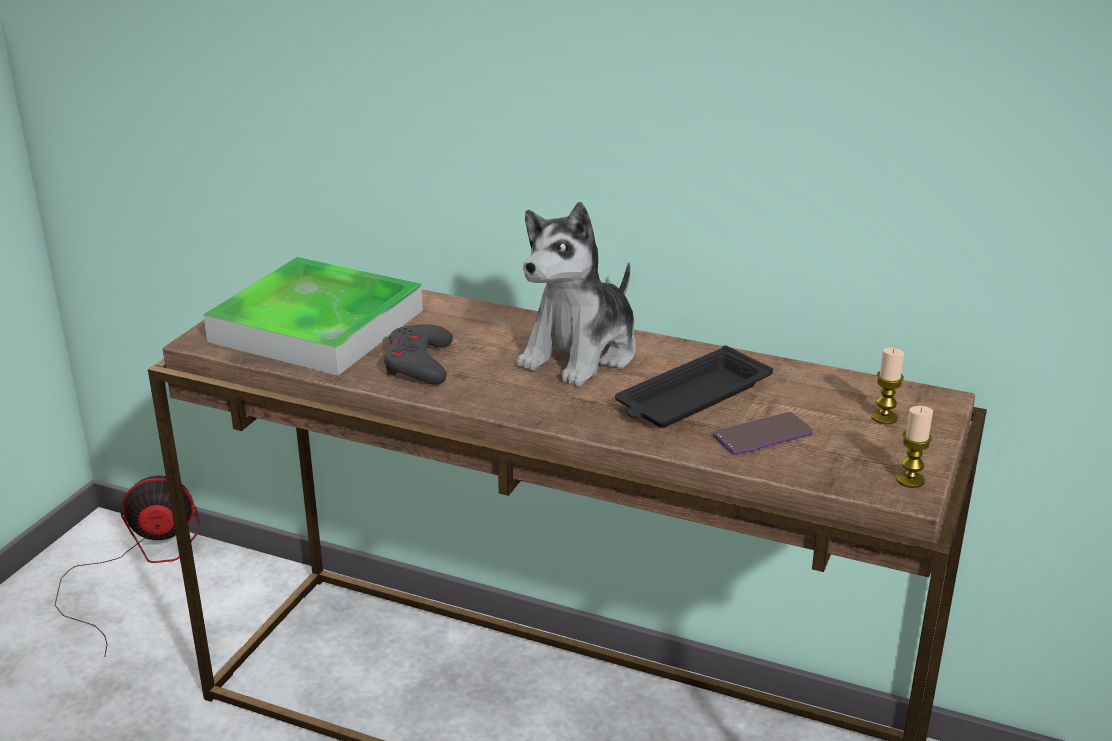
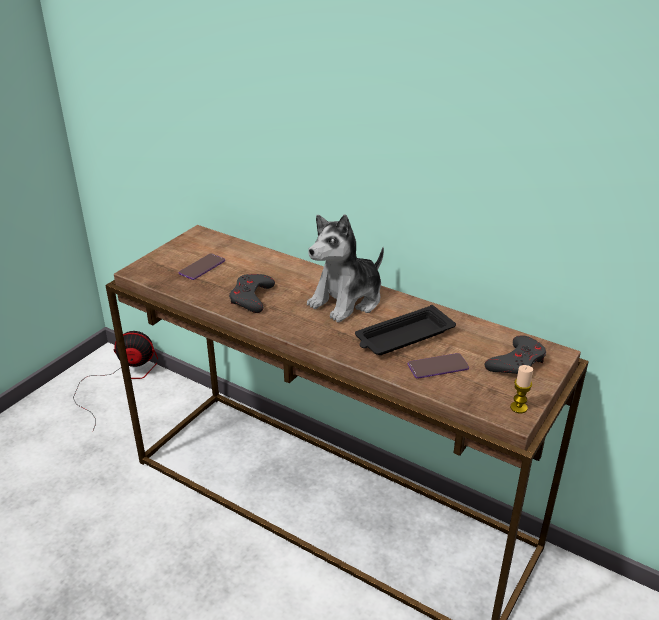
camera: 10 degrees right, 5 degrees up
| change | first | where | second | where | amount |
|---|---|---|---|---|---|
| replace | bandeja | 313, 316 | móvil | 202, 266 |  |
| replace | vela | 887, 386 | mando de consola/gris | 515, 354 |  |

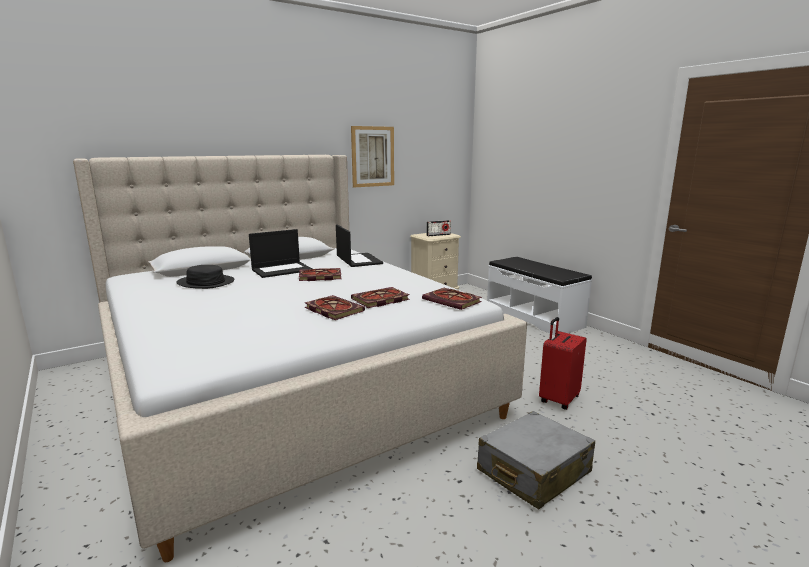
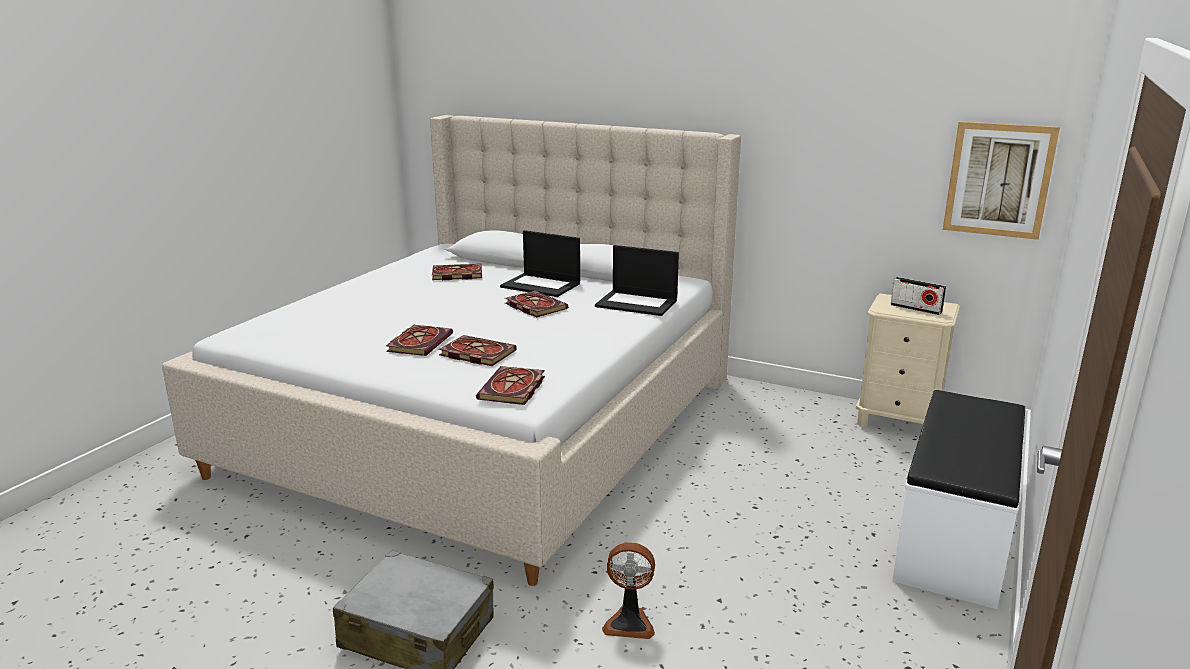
camera: 60 degrees right, 5 degrees up
| change | first | where | second | where | amount |
|---|---|---|---|---|---|
| move | cuadro | 372, 156 |  | 1001, 181 |  |
| rotate | portátil | 359, 245 |  | 637, 280 | 75 degrees clockwise |
| replace | sombrero/negro | 205, 277 | libro | 457, 272 |  |
| replace | maleta/rojo | 563, 363 | ventilador | 628, 590 |  |

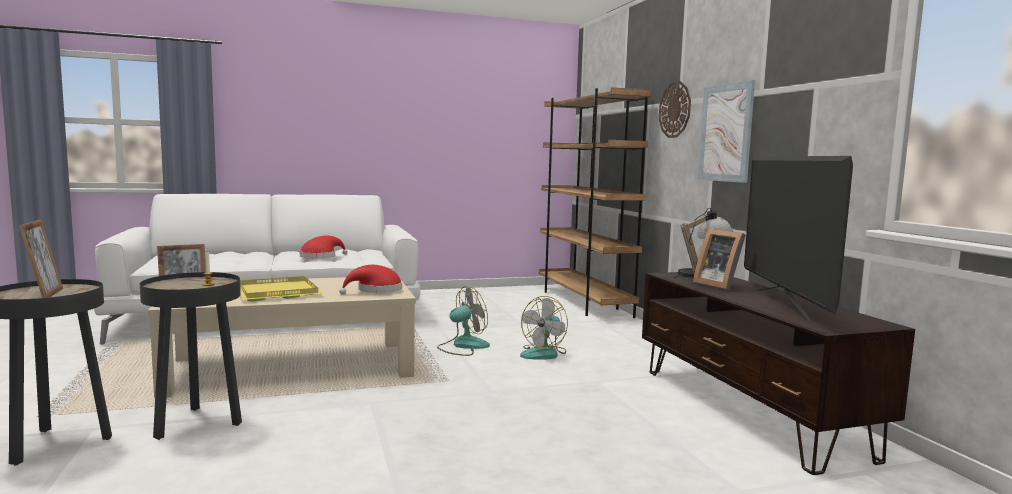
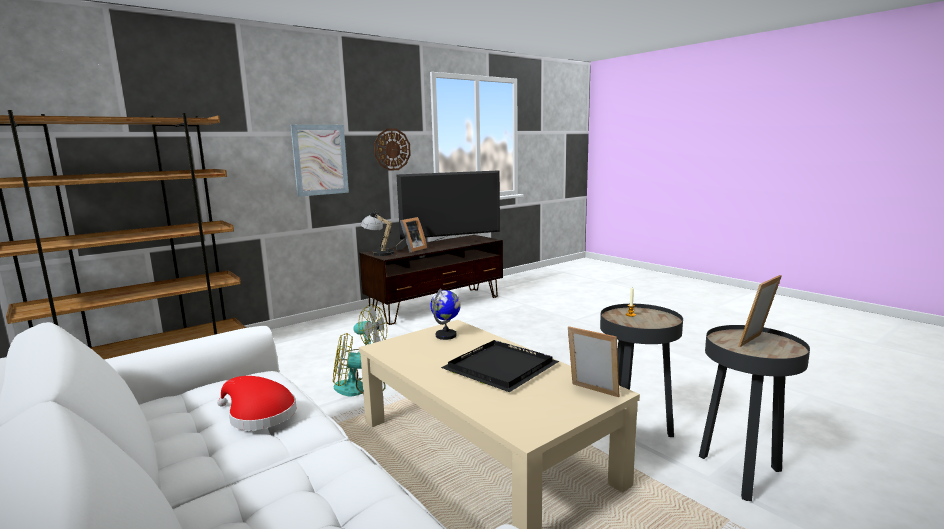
camera: 110 degrees left, 5 degrees up
| change | first | where | second | where | amount |
|---|---|---|---|---|---|
| move | reloj de pared | 675, 109 |  | 392, 150 |  |
| replace | sombrero/rojo | 370, 280 | globo terráqueo | 446, 314 |  |
| recolor | bandeja/amarillo | 281, 289 | bandeja/negro | 500, 366 |  |
| rotate | ventilador | 463, 321 |  | 359, 365 | 45 degrees counterclockwise |

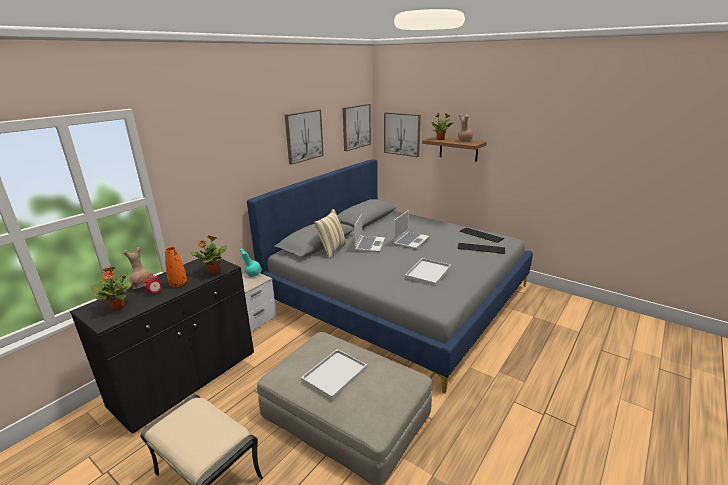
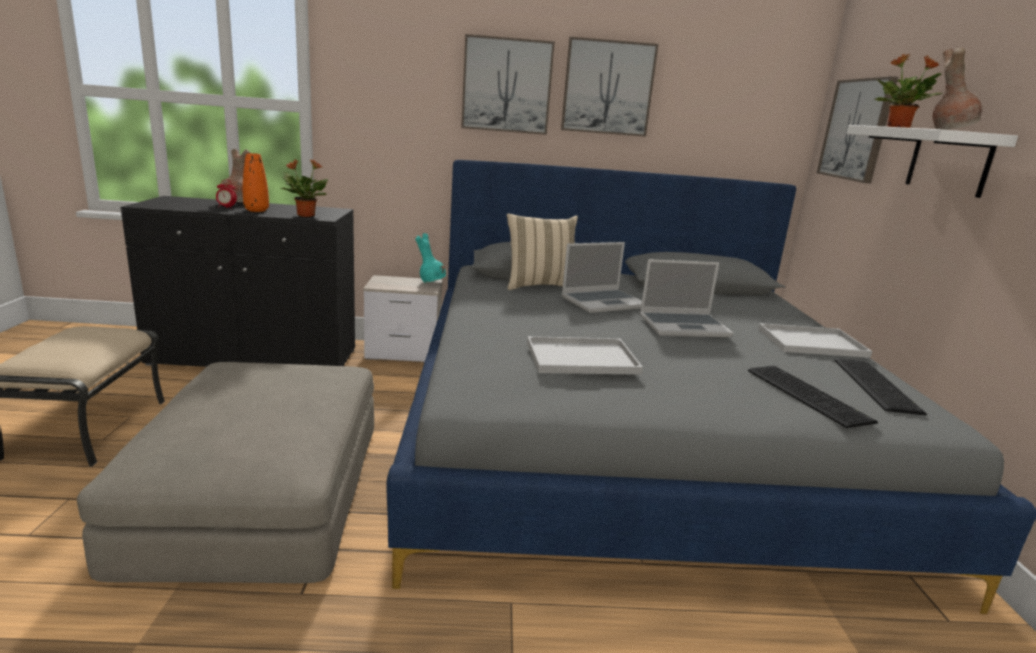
camera: 50 degrees right, 5 degrees down
| change | first | where | second | where | amount |
|---|---|---|---|---|---|
| move | cuadro | 357, 127 |  | 508, 84 |  |
| recolor | estante/marrón | 454, 149 | estante/blanco | 932, 161 |  |
| delete | planta en maceta | 111, 288 |  |  |  |
| move | bandeja/blanco | 334, 374 |  | 815, 340 |  |

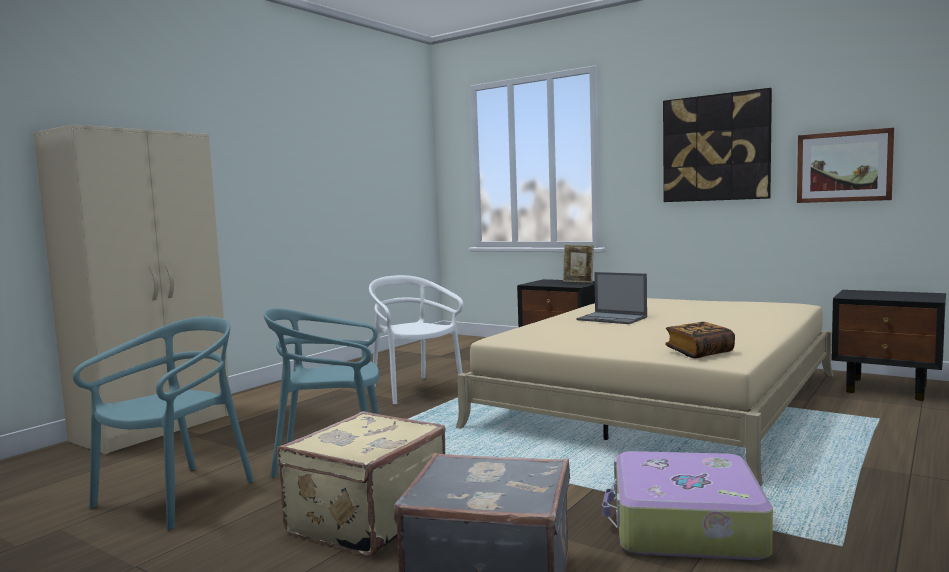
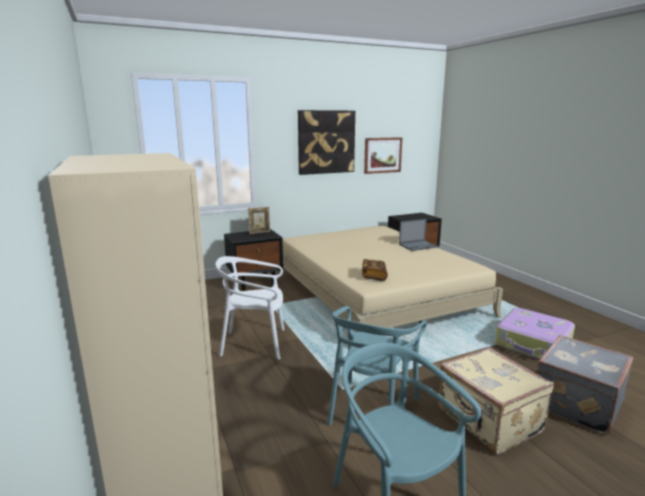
camera: 60 degrees left, 10 degrees up
| change | first | where | second | where | amount |
|---|---|---|---|---|---|
| move | portátil | 611, 298 |  | 419, 235 |  |
| move | libro | 700, 340 |  | 375, 270 |  |

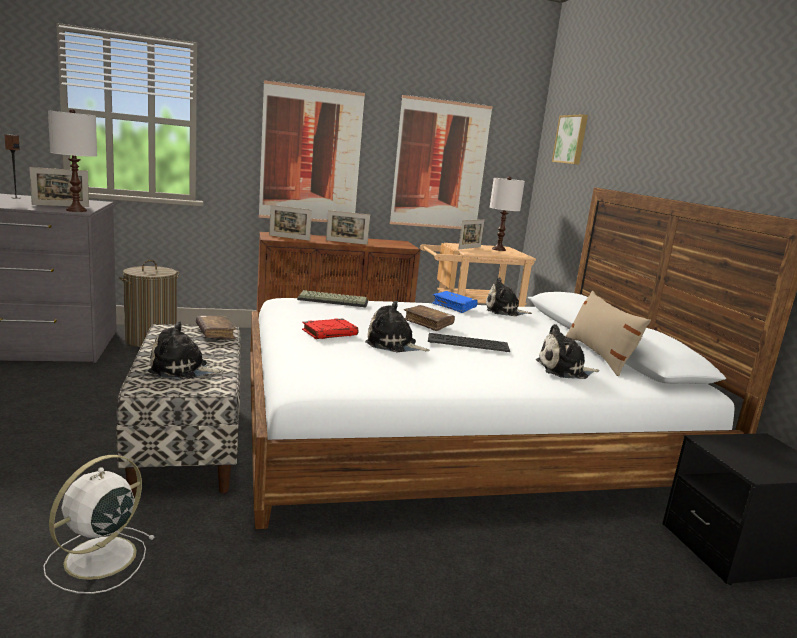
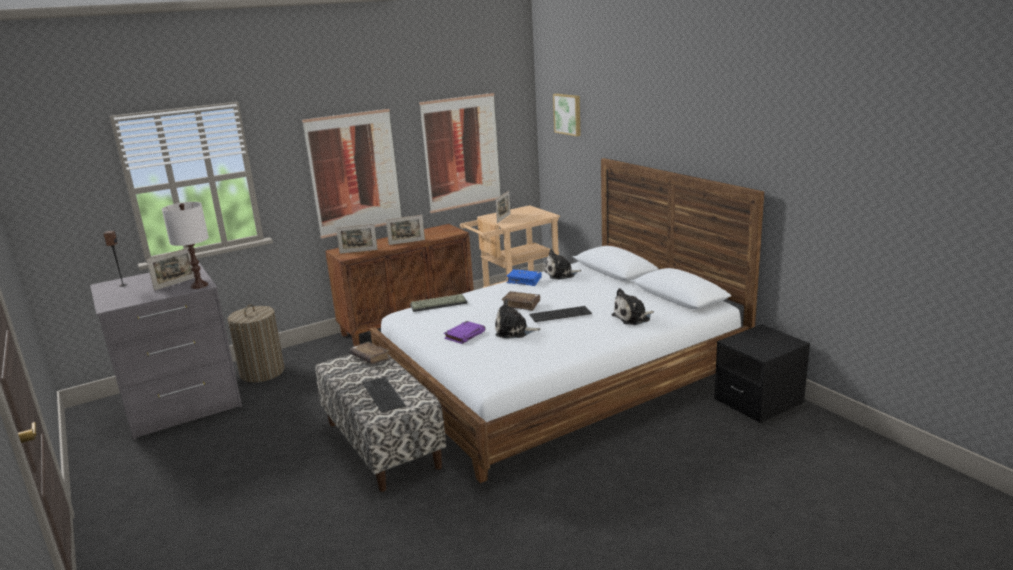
camera: 15 degrees left, 5 degrees up
| change | first | where | second | where | amount |
|---|---|---|---|---|---|
| delete | lámpara de mesa/blanco | 507, 214 |  |  |  |
| delete | cojín/beis | 608, 333 |  |  |  |
| recolor | libro/rojo | 330, 328 | libro/morado | 464, 332 |  |
| replace | peluche | 186, 350 | teclado | 384, 394 |  |
| delete | ventilador/blanco | 99, 524 |  |  |  |

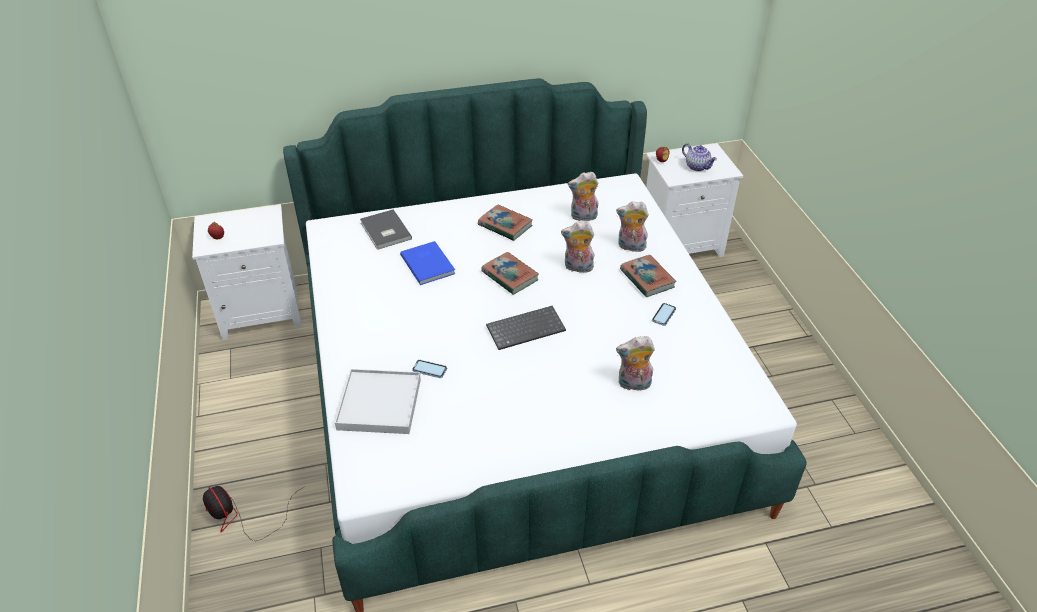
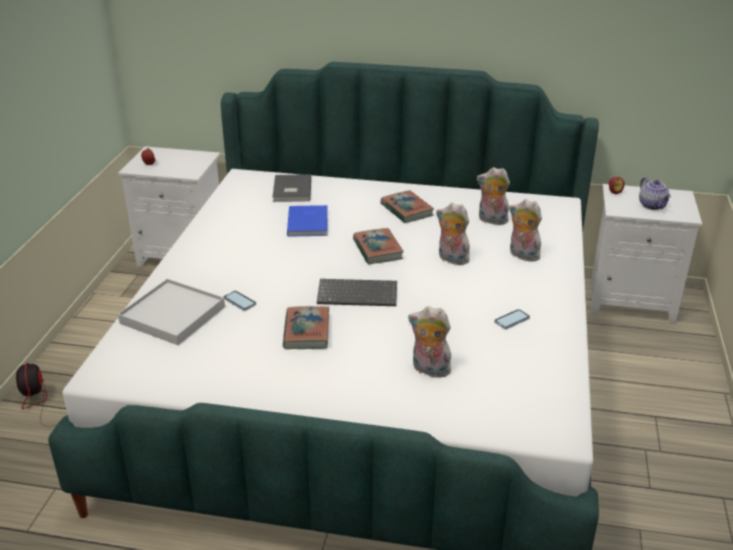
camera: 25 degrees right, 10 degrees down
| change | first | where | second | where | amount |
|---|---|---|---|---|---|
| move | libro | 648, 276 |  | 306, 327 |  |

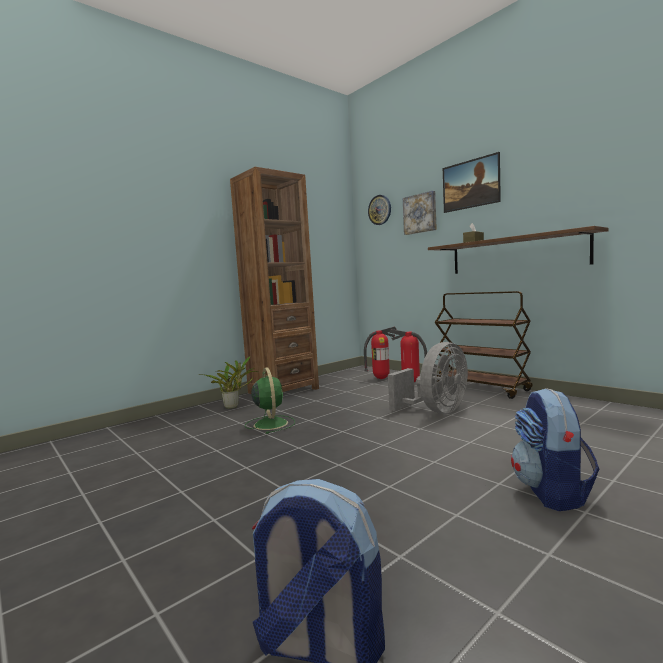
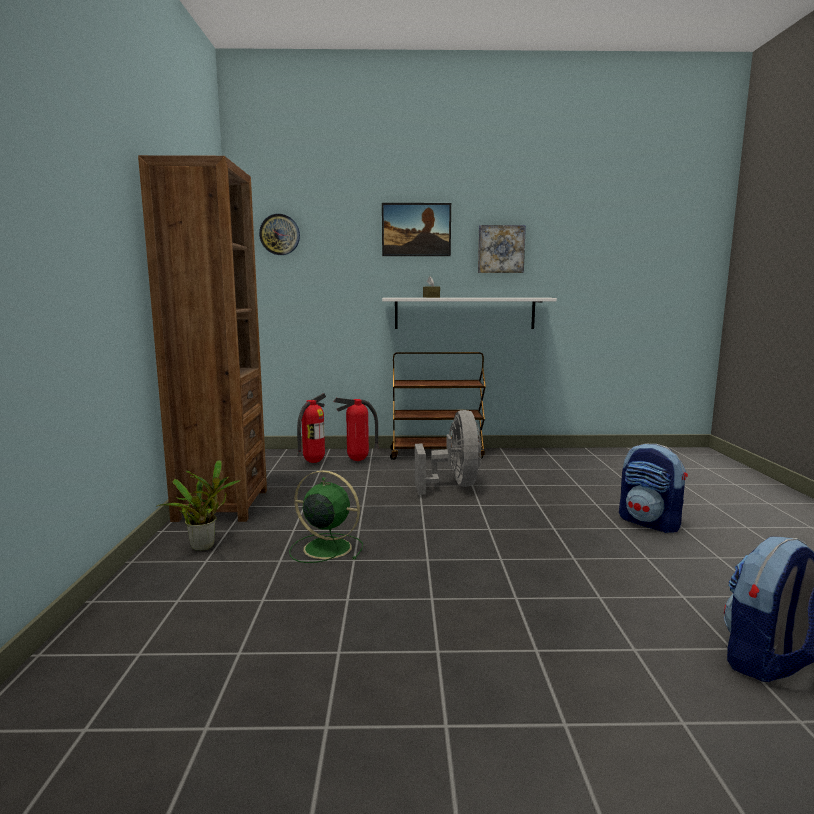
camera: 50 degrees left, 5 degrees up
| change | first | where | second | where | amount |
|---|---|---|---|---|---|
| move | cuadro | 420, 213 |  | 502, 249 |  |
| recolor | estante/marrón | 518, 250 | estante/blanco | 469, 313 |  |

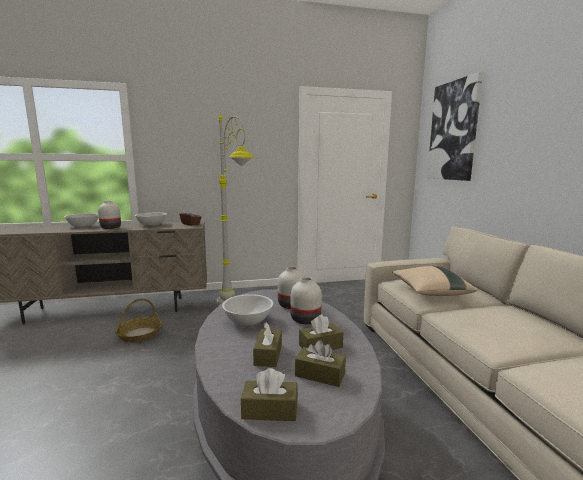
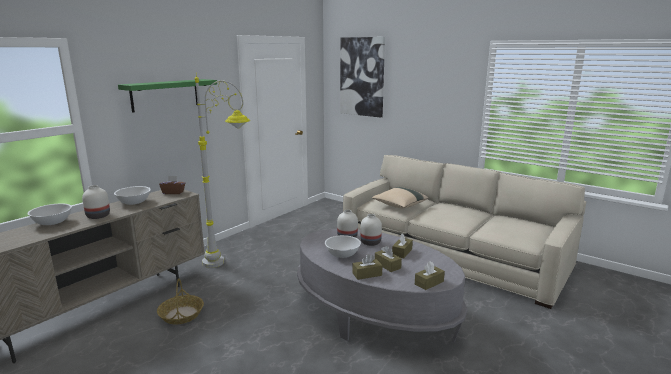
camera: 40 degrees left, 5 degrees up
| change | first | where | second | where | amount |
|---|---|---|---|---|---|
| move | caja de pañuelos/marrón | 320, 363 |  | 367, 267 |  |
| insert |  |  | estante/verde | 167, 96 |  |

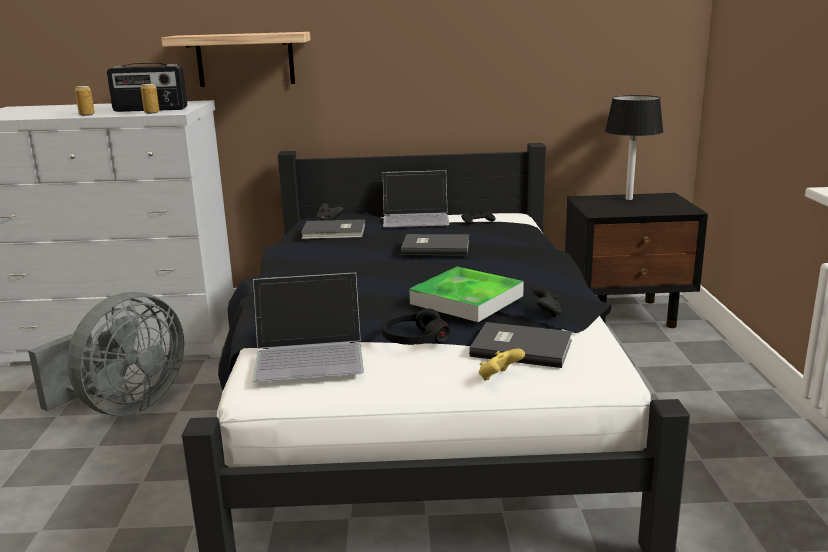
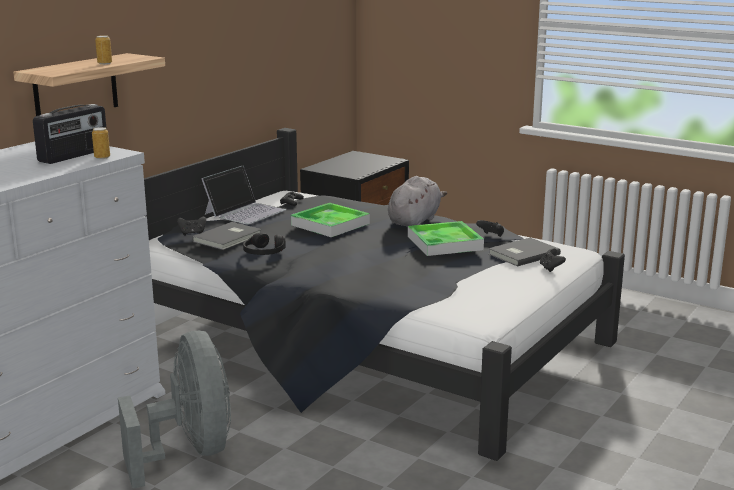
camera: 55 degrees left, 0 degrees up
| change | first | where | second | where | amount |
|---|---|---|---|---|---|
| move | lata | 85, 101 |  | 103, 50 |  |
| delete | lámpara de mesa/negro | 634, 147 |  |  |  |
| replace | libro/gris | 435, 244 | bandeja | 330, 220 |  |
| delete | portátil | 308, 327 |  |  |  |
| move | auriculares/negro | 415, 327 |  | 264, 244 |  |
| recolor | mando de consola/amarillo | 502, 365 | mando de consola/negro | 553, 260 |  |
| insert |  |  | peluche/gris | 417, 201 |  |

